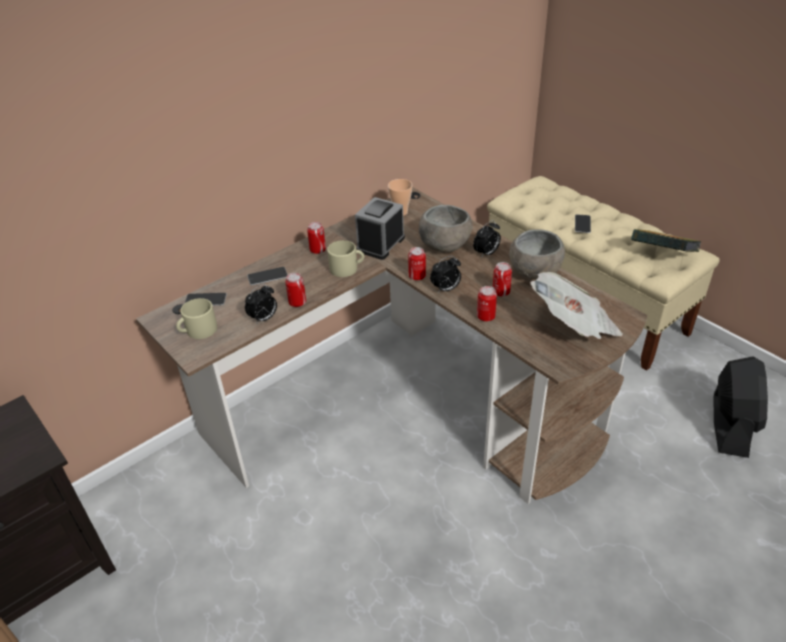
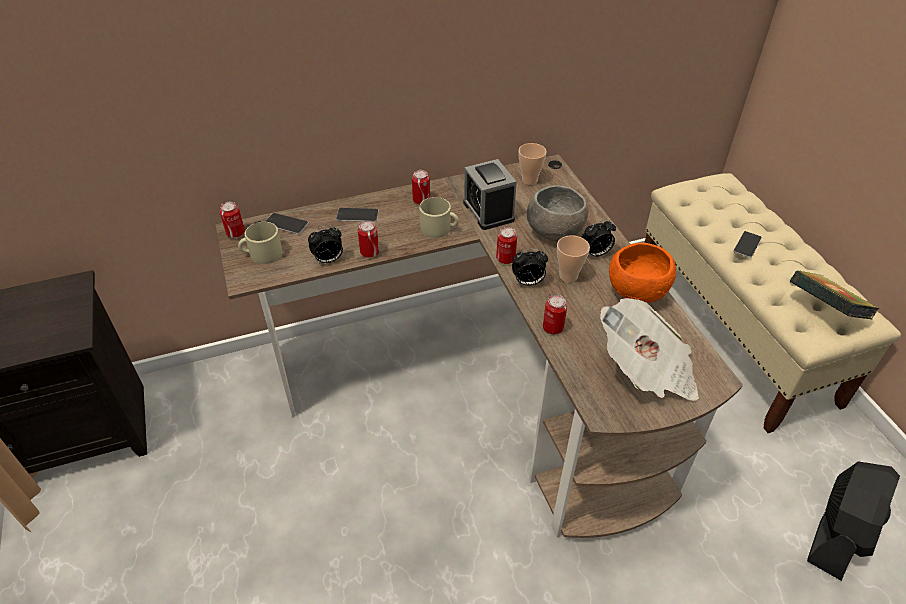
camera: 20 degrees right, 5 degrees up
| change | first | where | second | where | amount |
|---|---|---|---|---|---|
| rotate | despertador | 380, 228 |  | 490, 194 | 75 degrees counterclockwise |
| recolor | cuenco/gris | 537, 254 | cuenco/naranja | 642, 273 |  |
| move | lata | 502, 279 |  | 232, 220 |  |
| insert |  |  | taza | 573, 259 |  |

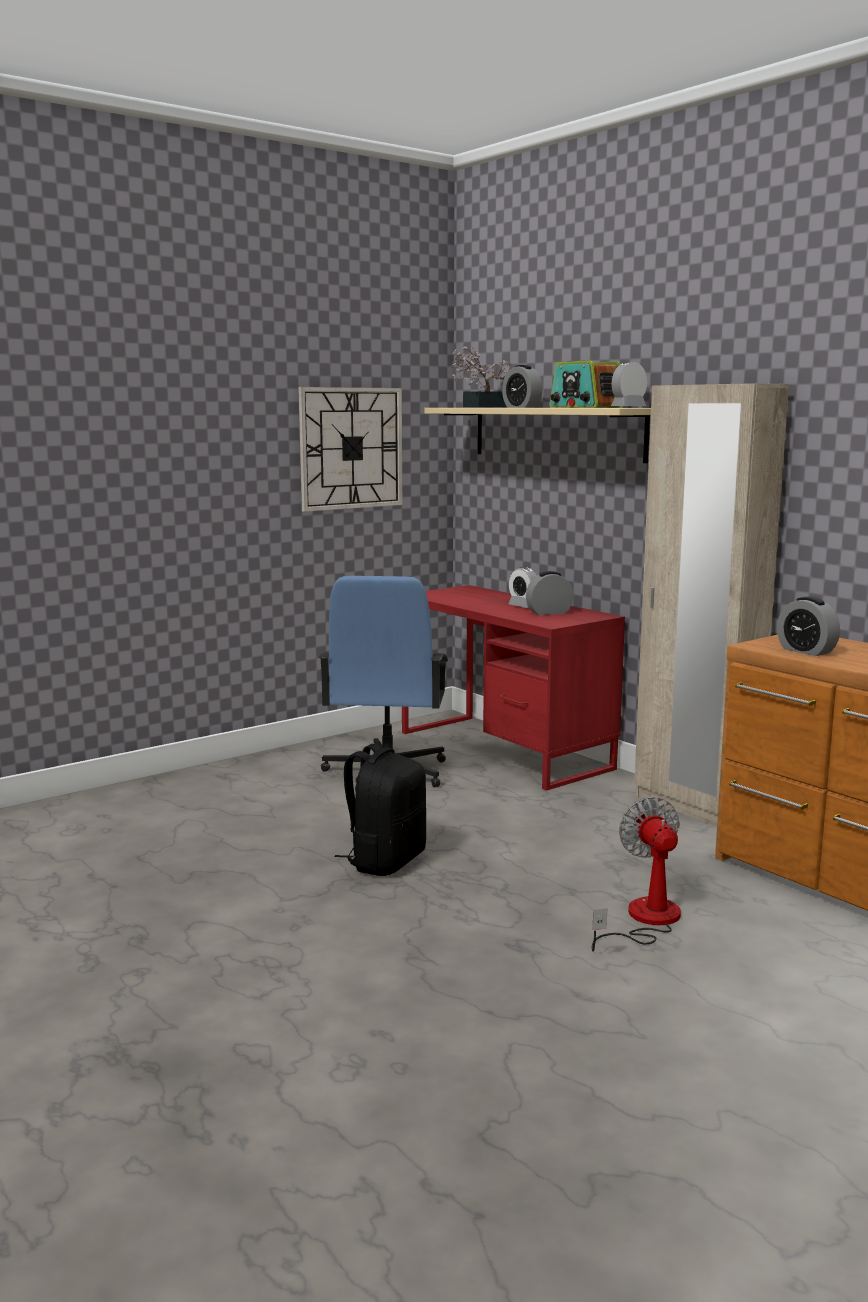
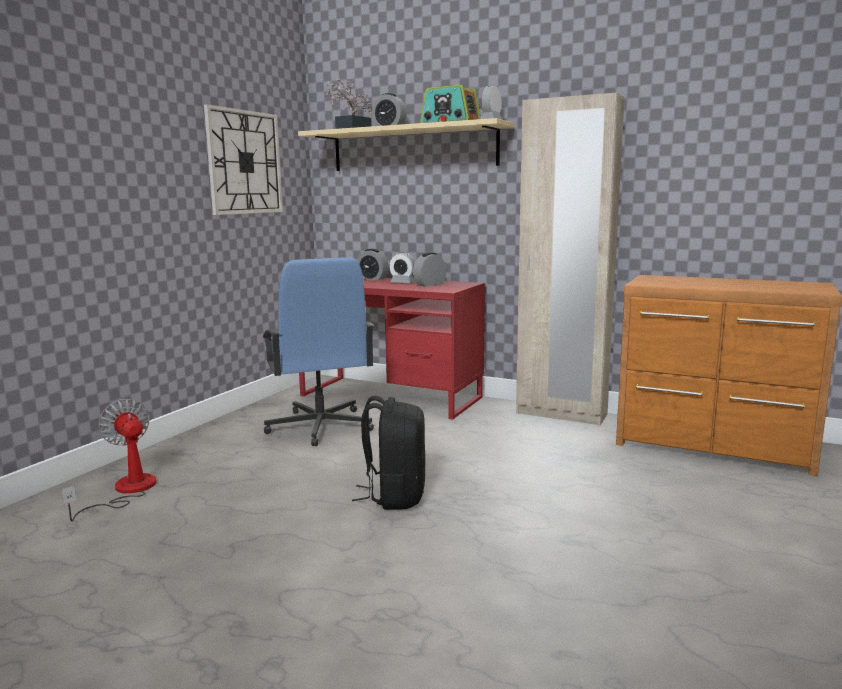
camera: 25 degrees left, 0 degrees up
| change | first | where | second | where | amount |
|---|---|---|---|---|---|
| move | despertador | 808, 626 |  | 373, 264 |  |
| move | ventilador | 636, 874 |  | 109, 460 |  |

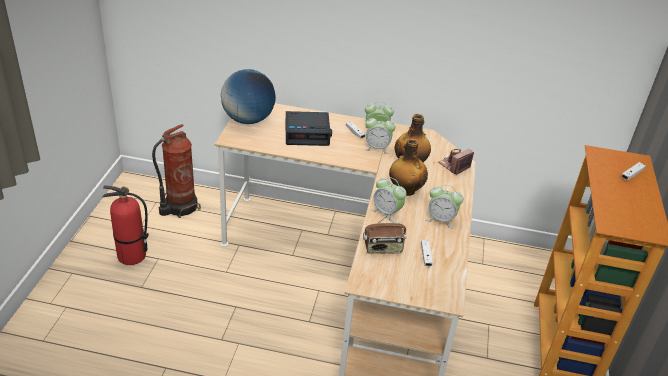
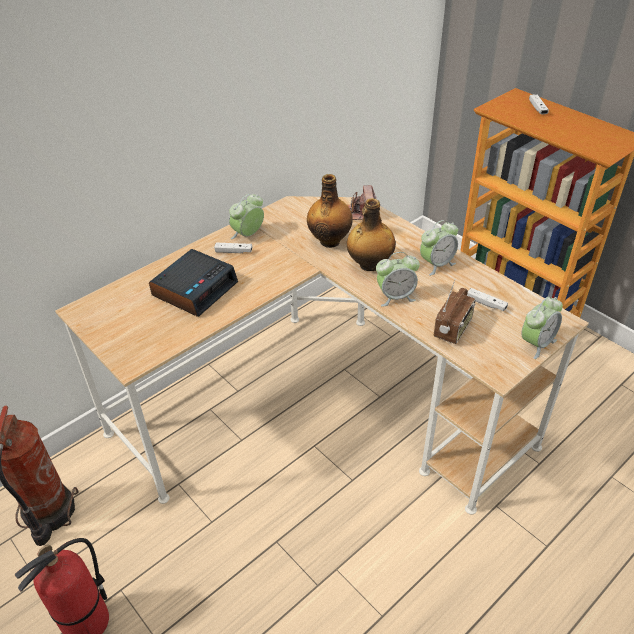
camera: 50 degrees left, 5 degrees up
| change | first | where | second | where | amount |
|---|---|---|---|---|---|
| delete | globo terráqueo | 248, 96 |  |  |  |
| move | despertador | 380, 134 |  | 542, 328 |  |

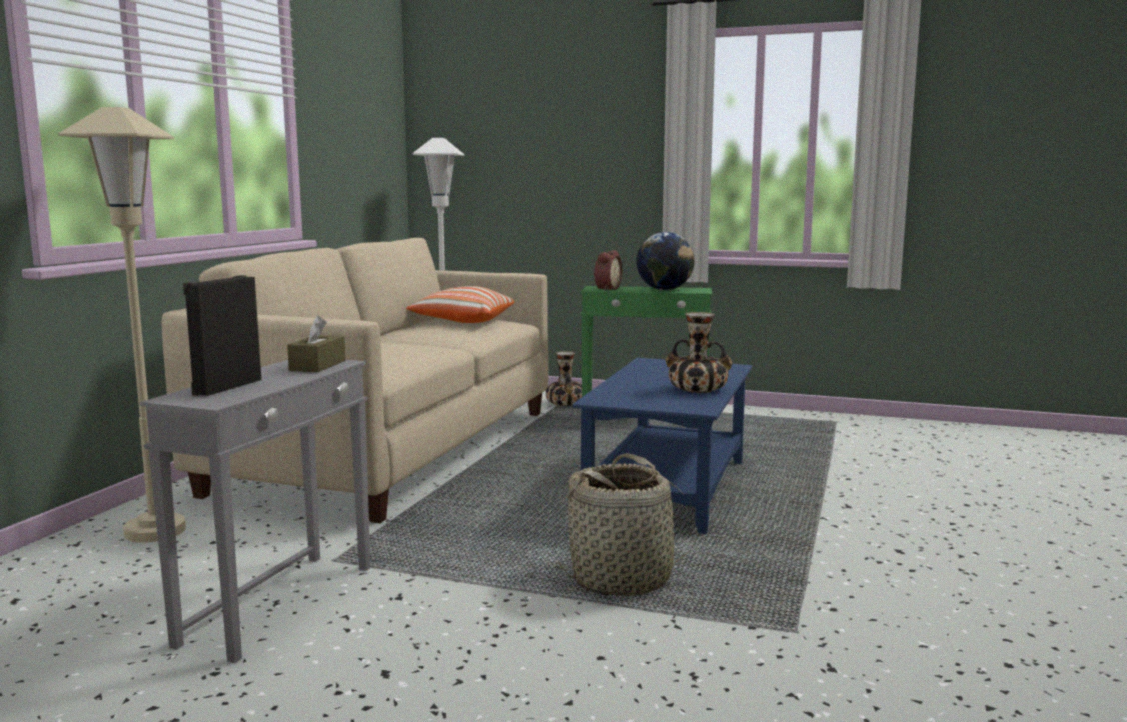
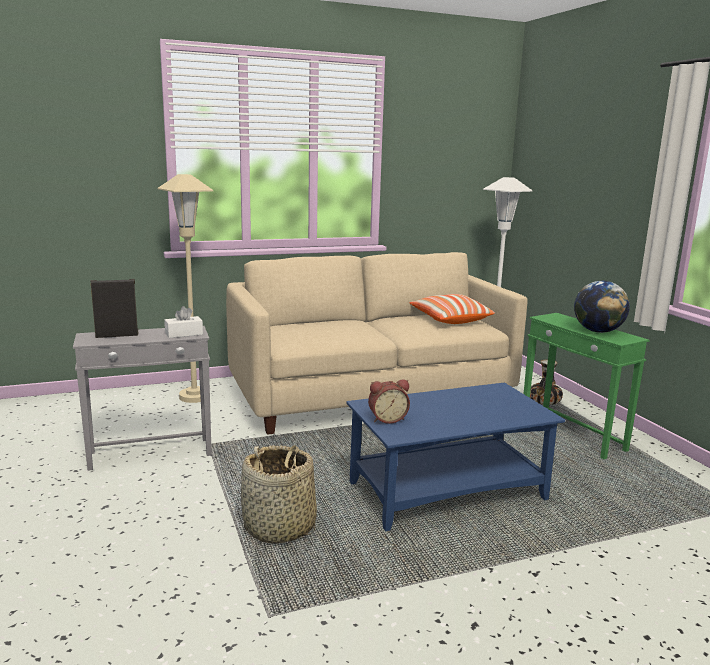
camera: 50 degrees right, 5 degrees up
| change | first | where | second | where | amount |
|---|---|---|---|---|---|
| move | despertador | 608, 270 |  | 389, 402 |  |
| delete | florero | 699, 352 |  |  |  |
| recolor | caja de pañuelos/marrón | 316, 343 | caja de pañuelos/blanco | 183, 322 |  |

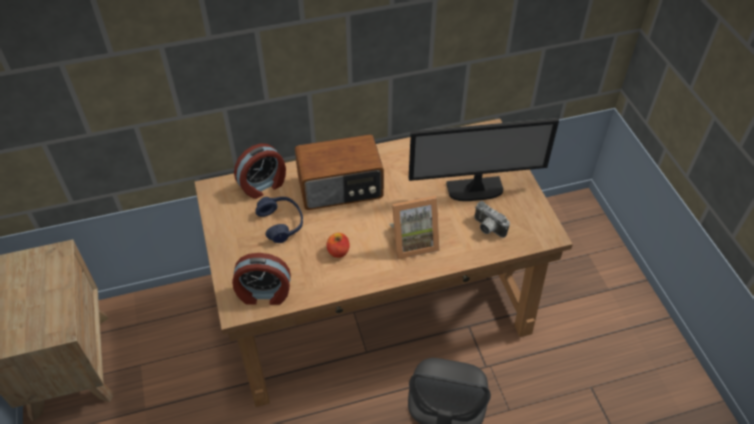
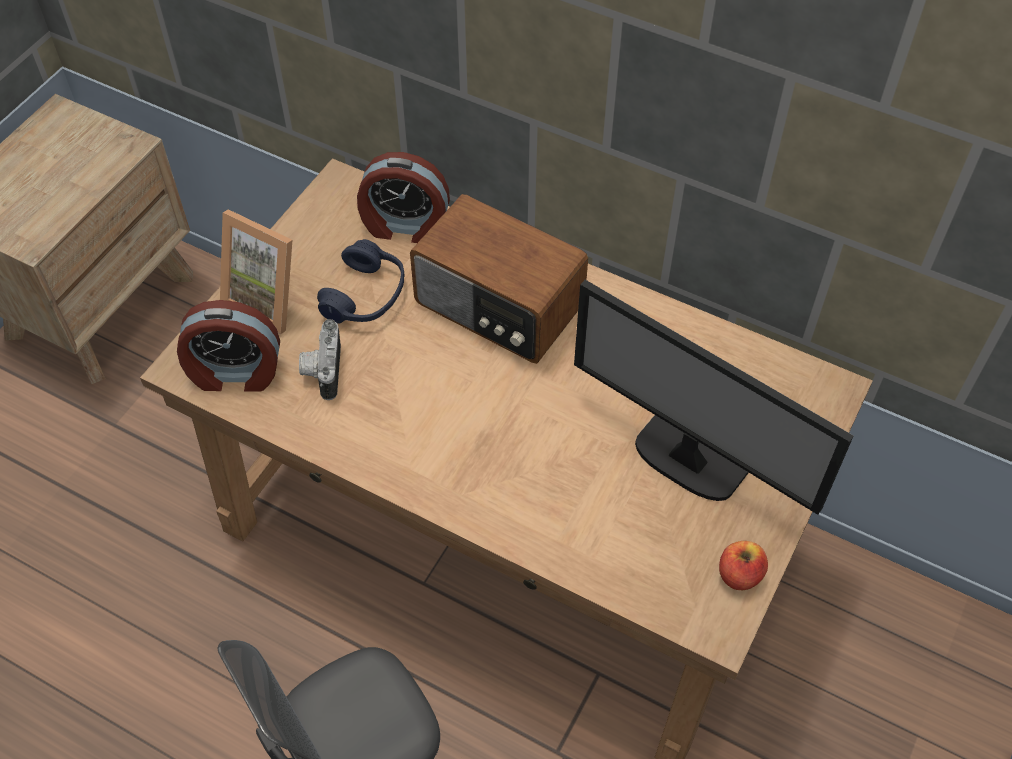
camera: 45 degrees right, 5 degrees up
| change | first | where | second | where | amount |
|---|---|---|---|---|---|
| move | portarretratos | 414, 227 |  | 256, 271 |  |
| move | cámara | 492, 219 |  | 320, 359 |  |
| move | manzana | 338, 245 |  | 743, 565 |  |
| rotate | despertador | 261, 279 |  | 228, 346 | 45 degrees counterclockwise |

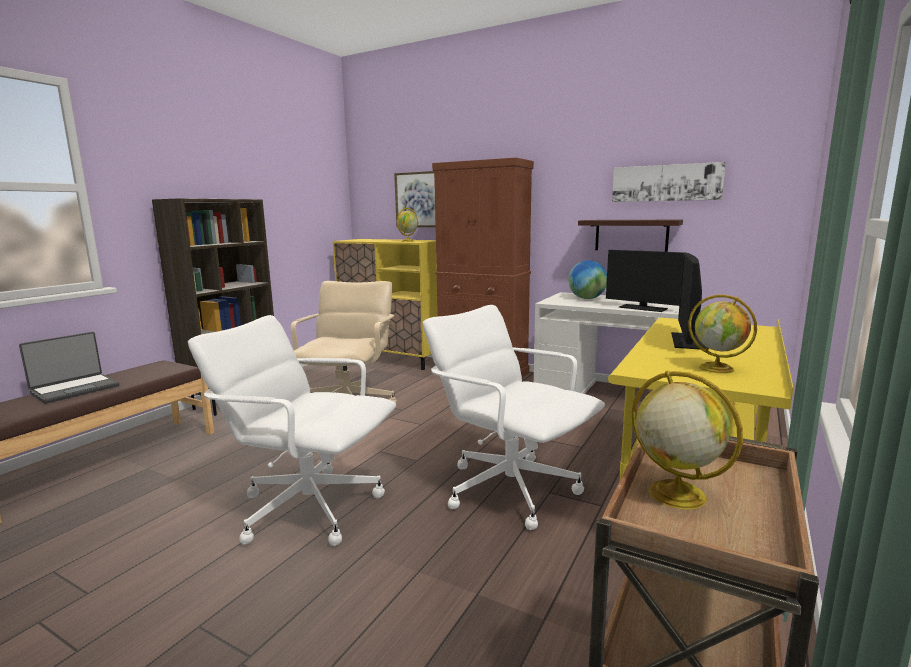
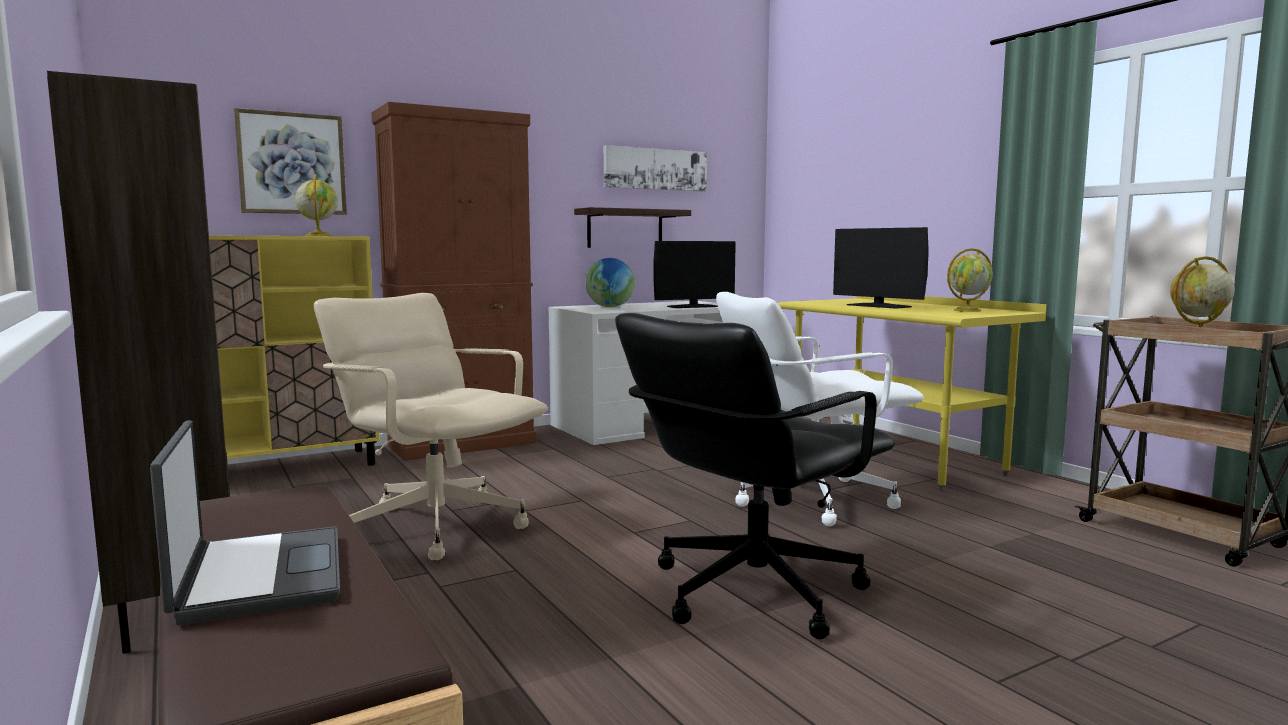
camera: 60 degrees left, 5 degrees down
| change | first | where | second | where | amount |
|---|---|---|---|---|---|
| recolor | silla de oficina/blanco | 292, 430 | silla de oficina/negro | 755, 476 |  |

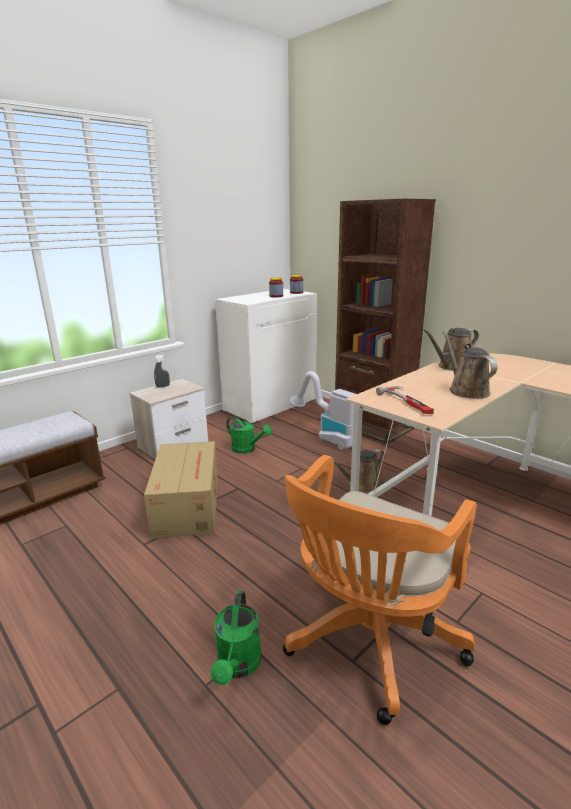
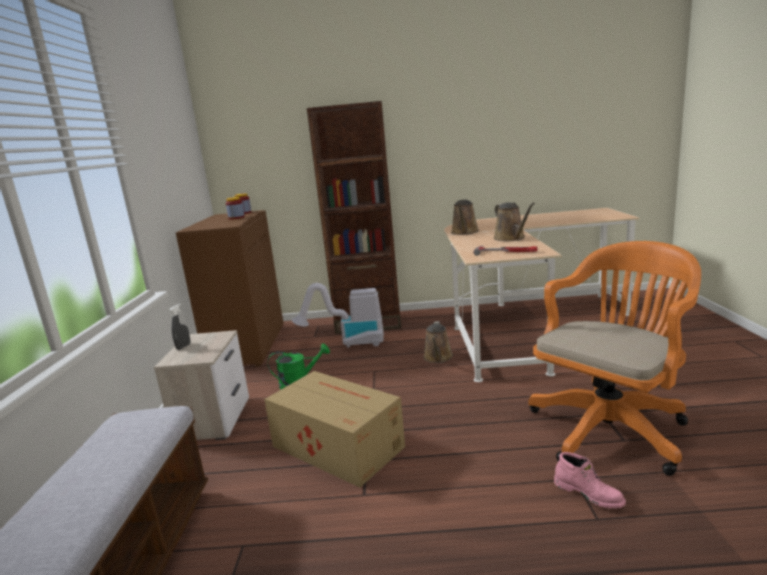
camera: 45 degrees left, 5 degrees down
| change | first | where | second | where | amount |
|---|---|---|---|---|---|
| recolor | armario/blanco | 266, 356 | armario/marrón | 230, 288 |  |
| rotate | regadera/marrón | 470, 365 |  | 514, 221 | 135 degrees counterclockwise |
| rotate | silla de oficina/naranja | 379, 590 |  | 614, 358 | 120 degrees counterclockwise |
| replace | regadera/verde | 236, 638 | bota/rosa | 590, 480 |  |

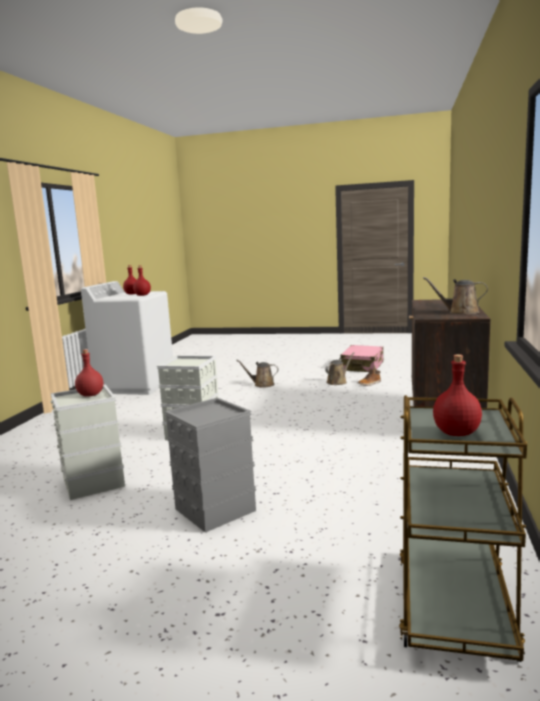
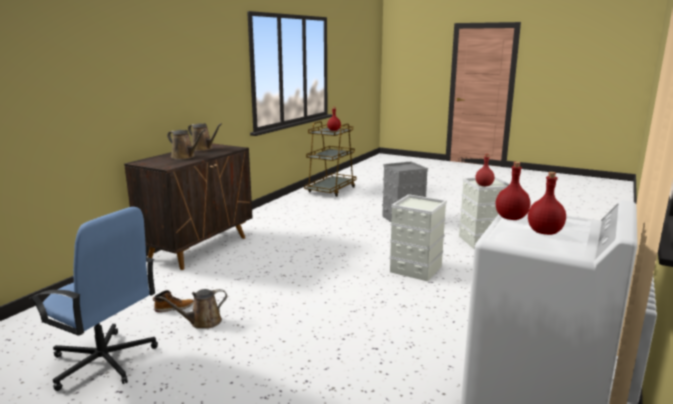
camera: 165 degrees left, 5 degrees up
| change | first | where | second | where | amount |
|---|---|---|---|---|---|
| replace | maleta/rosa | 362, 358 | silla de oficina/azul | 93, 299 |  |
| move | regadera/marrón | 257, 374 |  | 186, 144 |  |

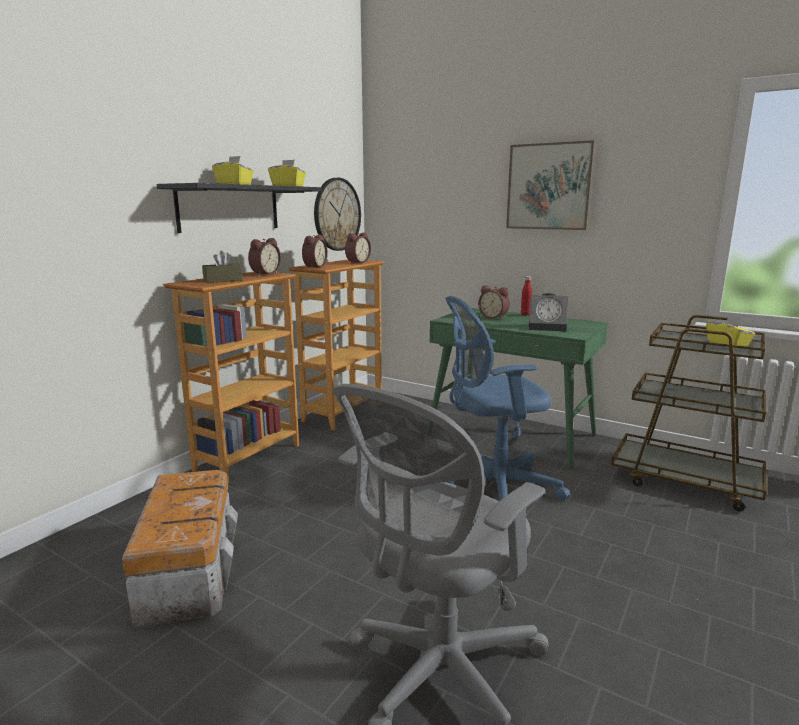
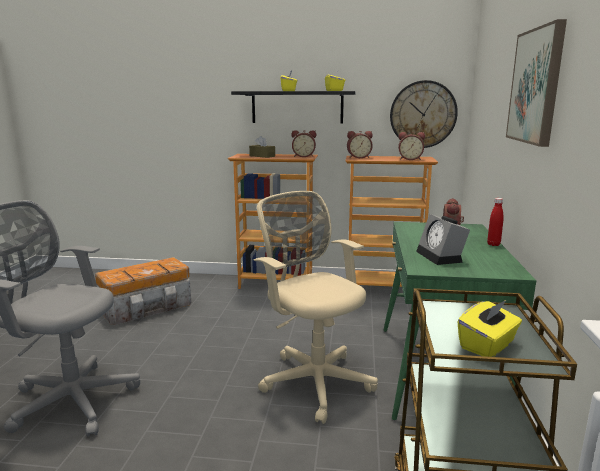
camera: 65 degrees right, 0 degrees up
| change | first | where | second | where | amount |
|---|---|---|---|---|---|
| recolor | silla de oficina/azul | 507, 398 | silla de oficina/beis | 316, 307 |  |

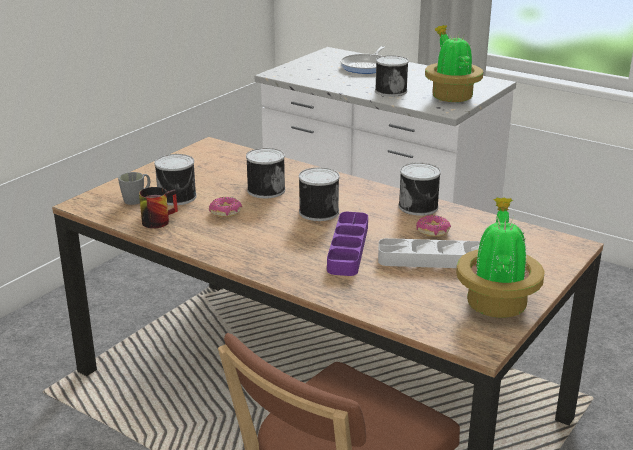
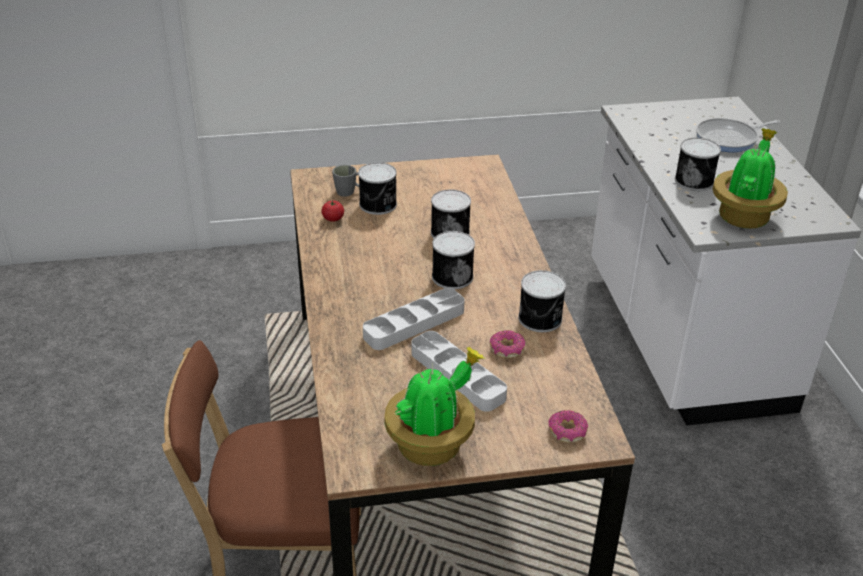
camera: 45 degrees right, 10 degrees up
| change | first | where | second | where | amount |
|---|---|---|---|---|---|
| replace | taza grande | 158, 207 | tomate | 332, 211 |  |
| move | rosquilla | 225, 207 |  | 568, 426 |  |
| recolor | bandeja/morado | 347, 244 | bandeja/gris | 414, 319 |  |

